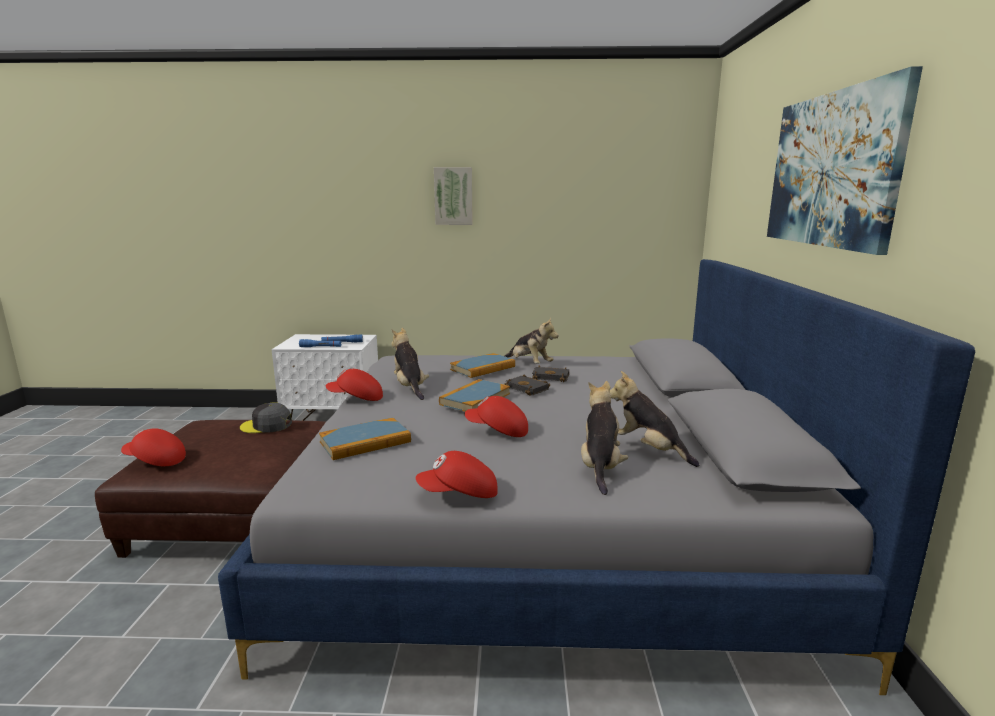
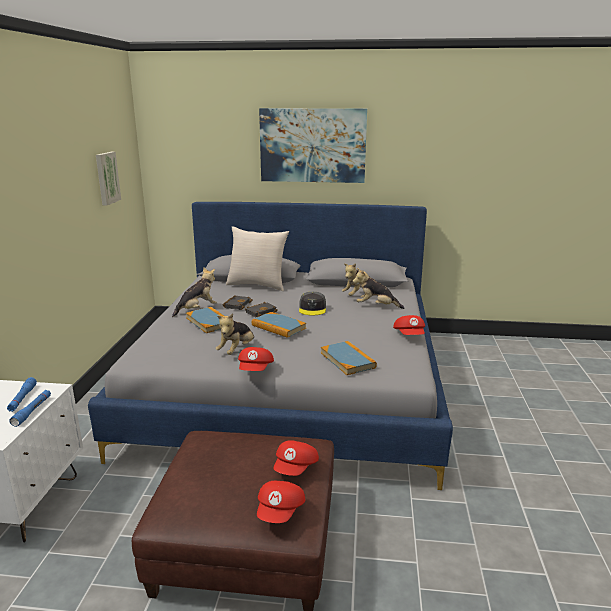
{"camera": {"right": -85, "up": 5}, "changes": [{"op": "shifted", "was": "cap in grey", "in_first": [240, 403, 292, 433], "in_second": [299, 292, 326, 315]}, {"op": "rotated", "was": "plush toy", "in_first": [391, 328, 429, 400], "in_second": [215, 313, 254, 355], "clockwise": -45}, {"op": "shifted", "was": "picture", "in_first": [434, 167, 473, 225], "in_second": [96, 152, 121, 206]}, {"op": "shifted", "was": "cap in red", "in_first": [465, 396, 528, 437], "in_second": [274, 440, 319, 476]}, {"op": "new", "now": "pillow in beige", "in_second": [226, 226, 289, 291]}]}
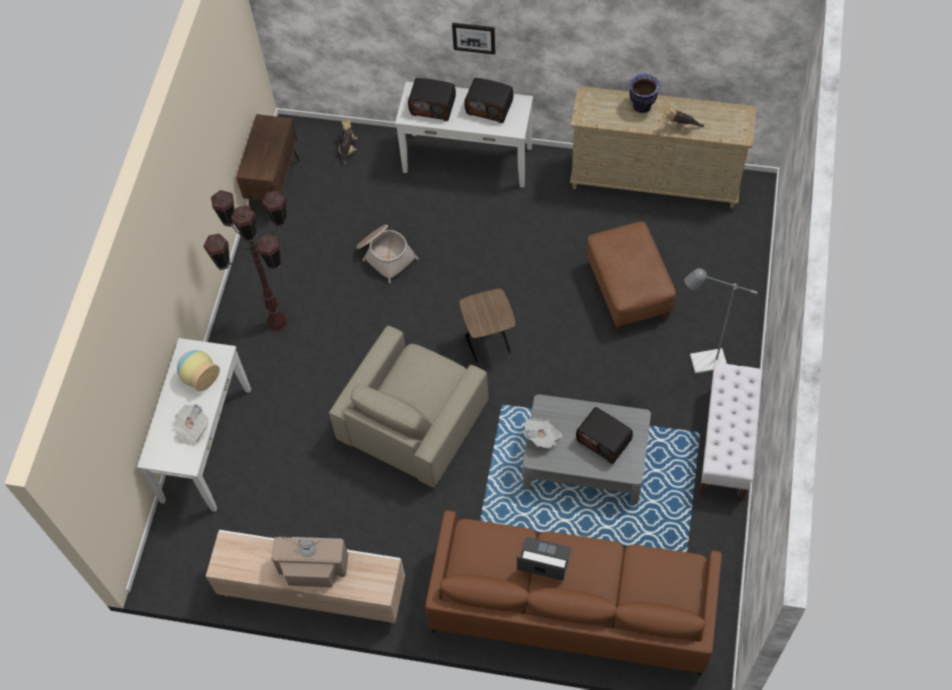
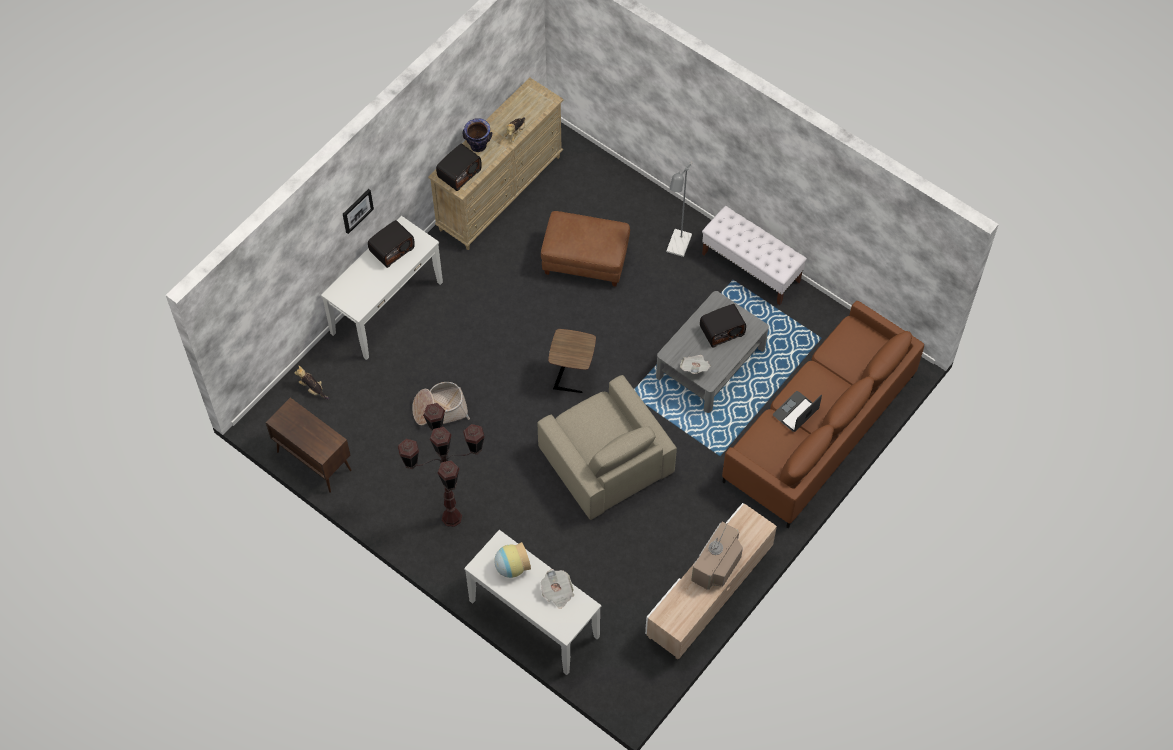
{"camera": {"right": -65, "up": 0}, "changes": [{"op": "shifted", "was": "radio", "in_first": [408, 78, 456, 121], "in_second": [436, 144, 481, 191]}]}
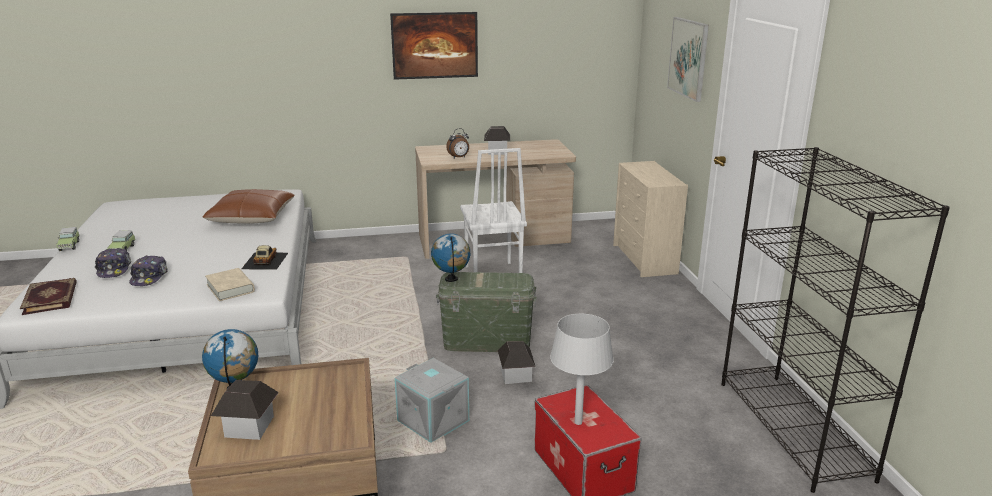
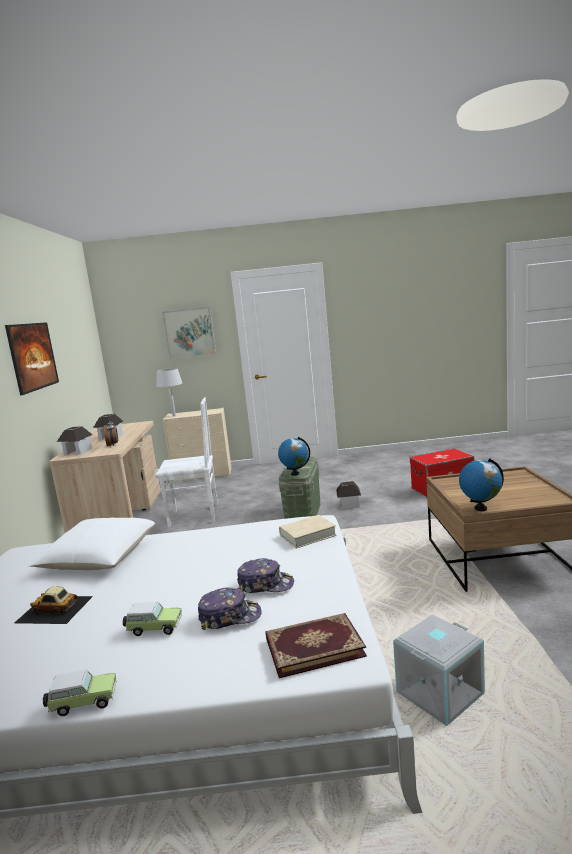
{"camera": {"right": -80, "up": -10}, "changes": [{"op": "repainted", "was": "pillow in brown", "now": "pillow in white", "in_first": [203, 189, 295, 224], "in_second": [28, 517, 155, 570]}, {"op": "shifted", "was": "toy house", "in_first": [211, 380, 279, 440], "in_second": [57, 426, 93, 455]}, {"op": "shifted", "was": "toy car", "in_first": [242, 245, 288, 270], "in_second": [15, 586, 93, 624]}, {"op": "shifted", "was": "storage box in grey", "in_first": [395, 358, 469, 443], "in_second": [393, 615, 485, 726]}, {"op": "shifted", "was": "table lamp in grey", "in_first": [550, 314, 614, 425], "in_second": [156, 368, 182, 416]}, {"op": "gone", "was": "bookcase in black", "in_first": [721, 147, 950, 493]}]}
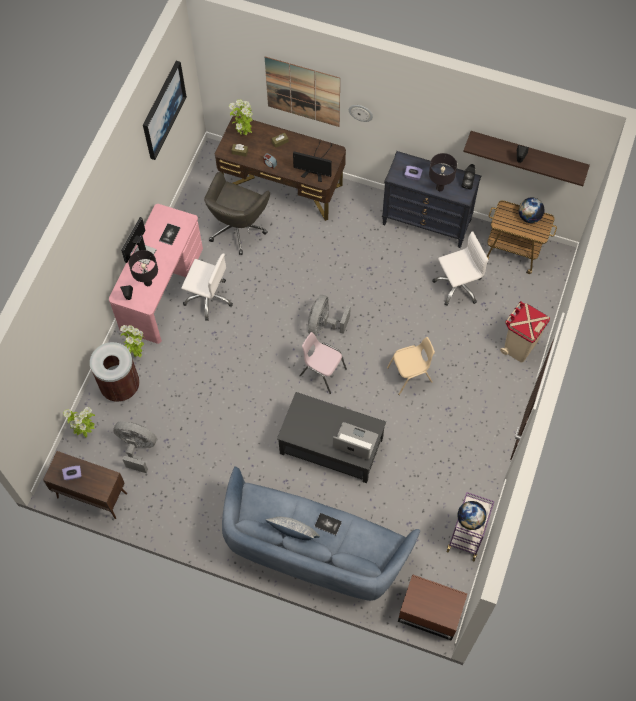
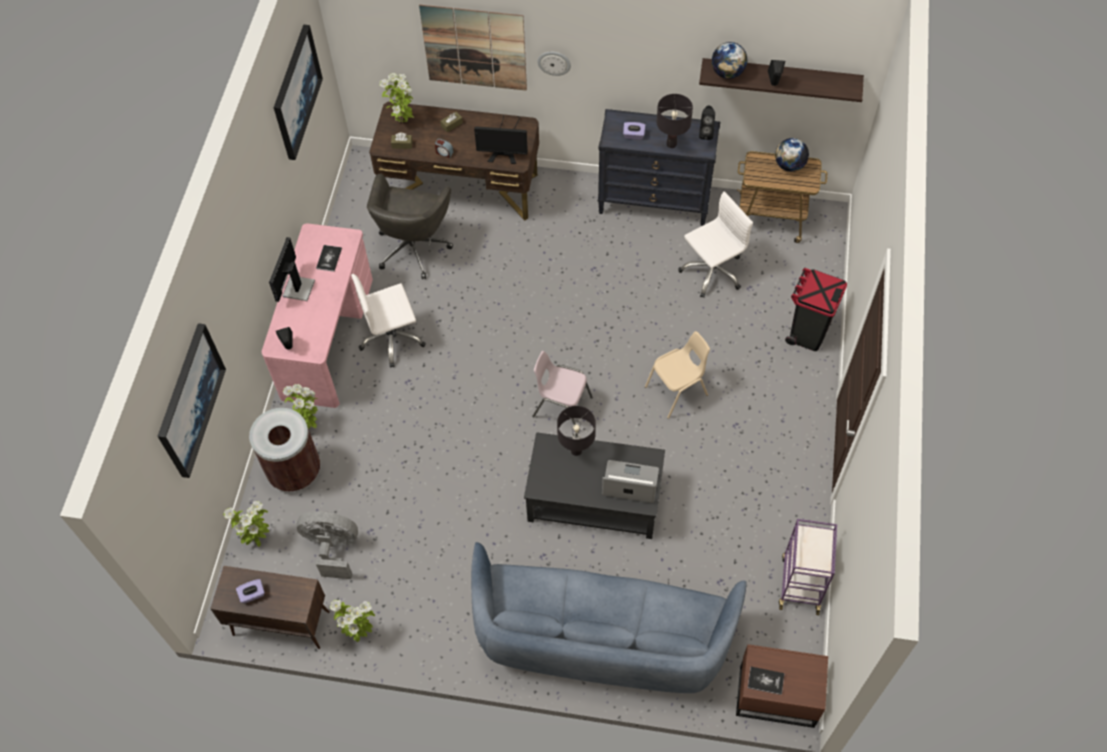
{"camera": {"right": -10, "up": -5}, "changes": [{"op": "shifted", "was": "table lamp in black", "in_first": [129, 250, 158, 286], "in_second": [557, 406, 596, 456]}, {"op": "rotated", "was": "office chair in white", "in_first": [181, 254, 233, 321], "in_second": [351, 274, 426, 367], "clockwise": 150}, {"op": "gone", "was": "pillow", "in_first": [265, 517, 320, 540]}, {"op": "gone", "was": "fan in grey", "in_first": [308, 295, 351, 336]}, {"op": "shifted", "was": "book", "in_first": [315, 513, 342, 535], "in_second": [748, 667, 784, 695]}, {"op": "shifted", "was": "globe", "in_first": [457, 501, 487, 530], "in_second": [712, 42, 748, 79]}, {"op": "repainted", "was": "trash can in beige", "now": "trash can in black", "in_first": [500, 301, 550, 363], "in_second": [785, 268, 847, 351]}, {"op": "new", "now": "picture", "in_second": [158, 323, 226, 478]}, {"op": "new", "now": "potted plant", "in_second": [330, 600, 375, 642]}]}
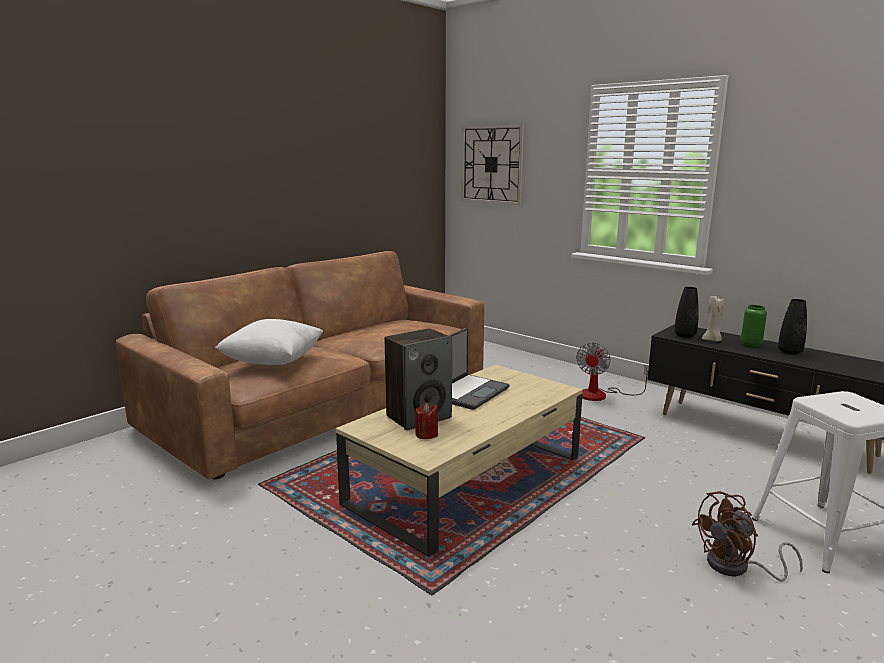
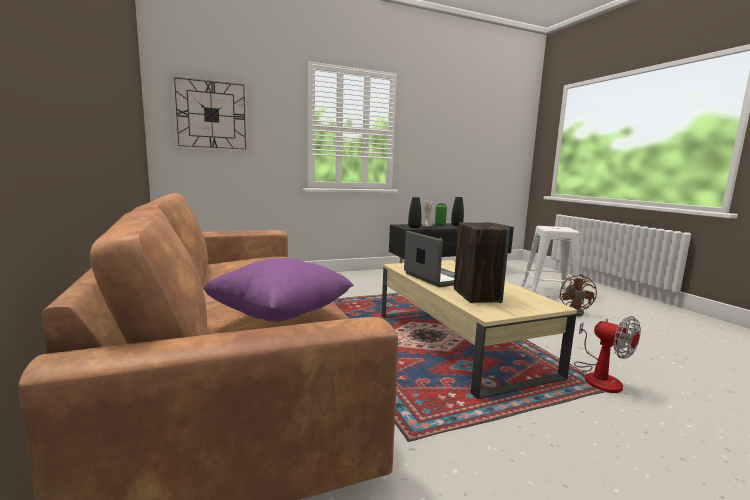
{"camera": {"right": -65, "up": -5}, "changes": [{"op": "repainted", "was": "pillow in white", "now": "pillow in purple", "in_first": [215, 319, 323, 365], "in_second": [203, 258, 354, 322]}, {"op": "gone", "was": "candle in red", "in_first": [415, 403, 438, 439]}, {"op": "shifted", "was": "fan", "in_first": [576, 343, 649, 401], "in_second": [574, 316, 641, 393]}]}
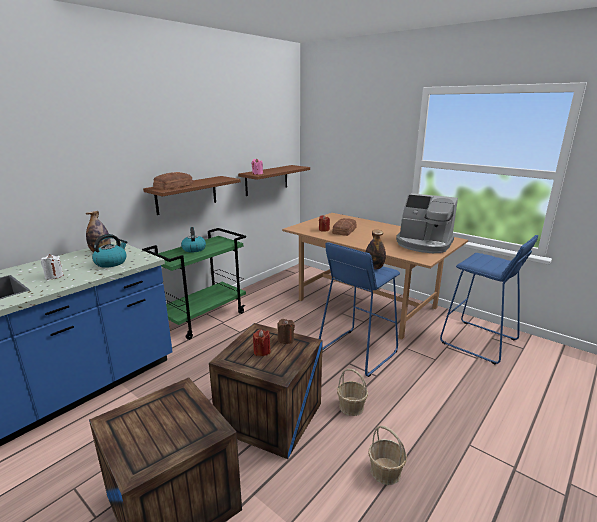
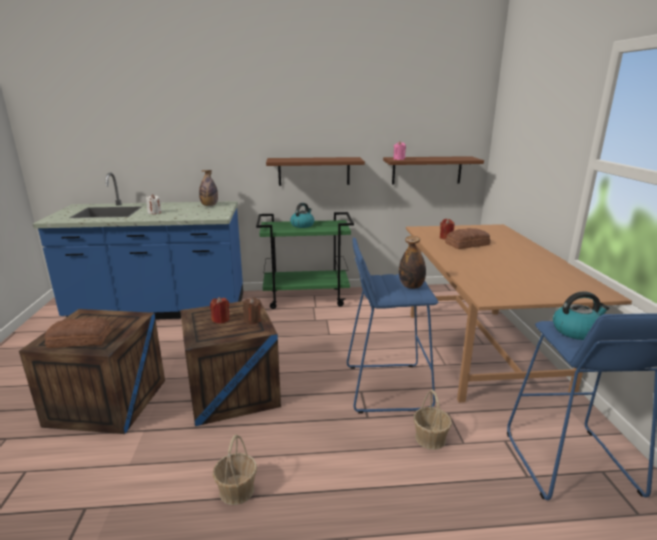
{"camera": {"right": 45, "up": 0}, "changes": [{"op": "shifted", "was": "kettle", "in_first": [92, 234, 127, 268], "in_second": [553, 291, 609, 340]}, {"op": "shifted", "was": "bread", "in_first": [153, 172, 193, 190], "in_second": [45, 318, 111, 348]}, {"op": "shifted", "was": "basket", "in_first": [337, 368, 368, 416], "in_second": [413, 390, 452, 450]}, {"op": "gone", "was": "coffee machine", "in_first": [396, 193, 458, 253]}]}
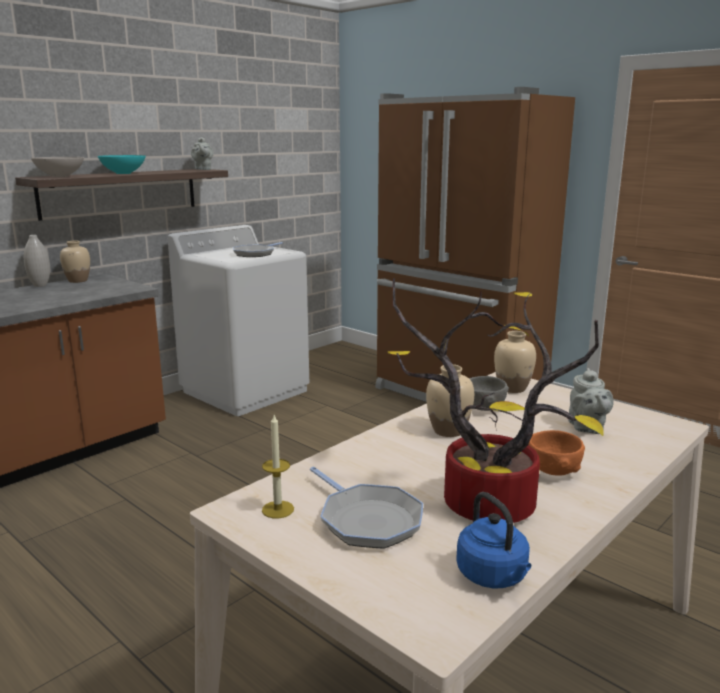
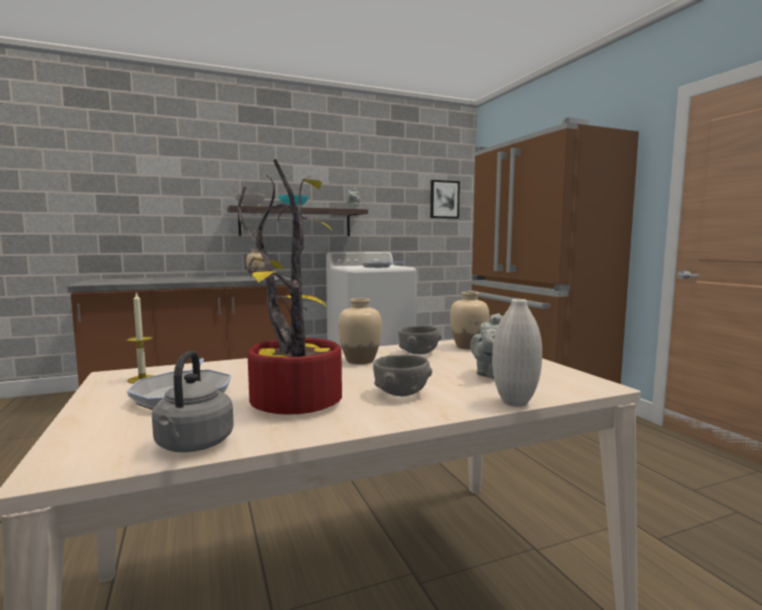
{"camera": {"right": 25, "up": -10}, "changes": [{"op": "shifted", "was": "vase in white", "in_first": [24, 235, 50, 287], "in_second": [492, 299, 542, 407]}, {"op": "repainted", "was": "kettle in blue", "now": "kettle in grey", "in_first": [456, 492, 531, 588], "in_second": [152, 351, 234, 452]}, {"op": "repainted", "was": "bowl in orange", "now": "bowl in grey", "in_first": [528, 430, 585, 476], "in_second": [373, 355, 432, 396]}, {"op": "new", "now": "picture", "in_second": [430, 180, 460, 219]}]}
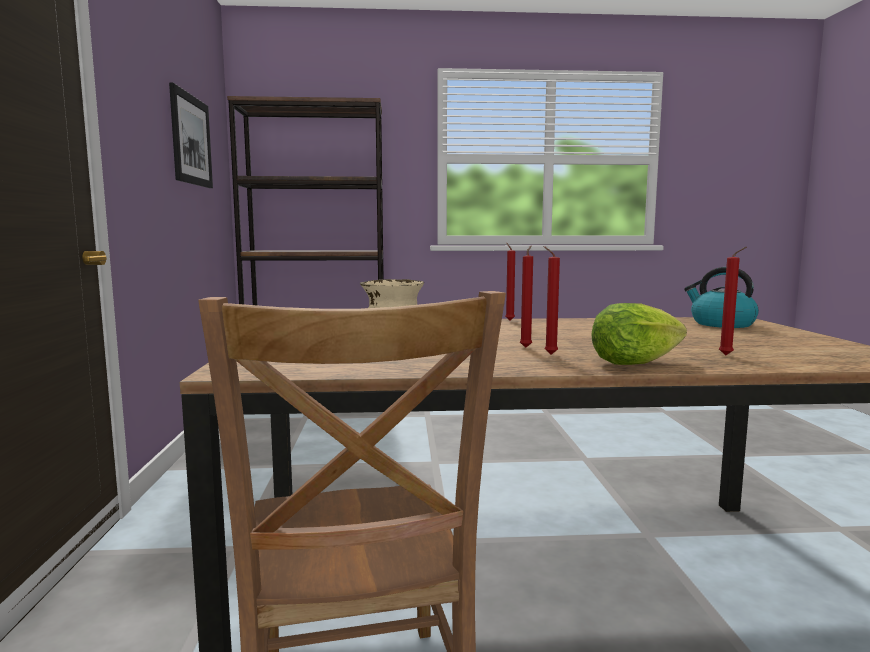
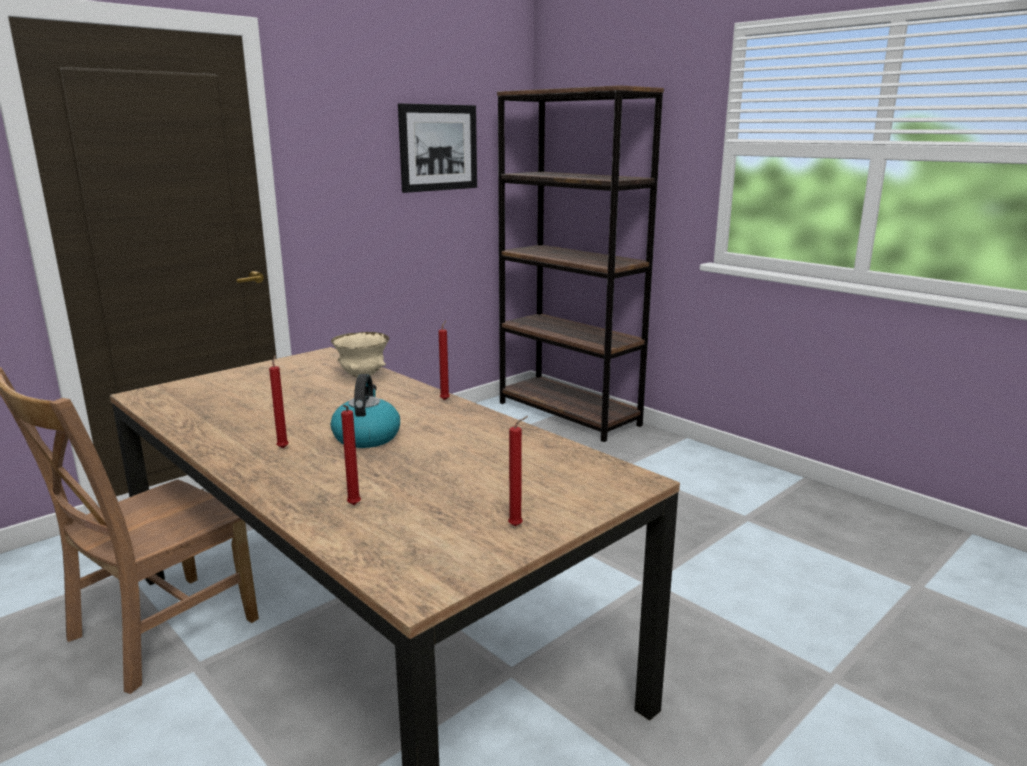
{"camera": {"right": 50, "up": 10}, "changes": [{"op": "shifted", "was": "candle in red", "in_first": [520, 246, 533, 348], "in_second": [508, 416, 528, 527]}, {"op": "gone", "was": "lettuce", "in_first": [591, 303, 687, 365]}, {"op": "shifted", "was": "kettle", "in_first": [684, 267, 759, 328], "in_second": [330, 374, 400, 448]}]}
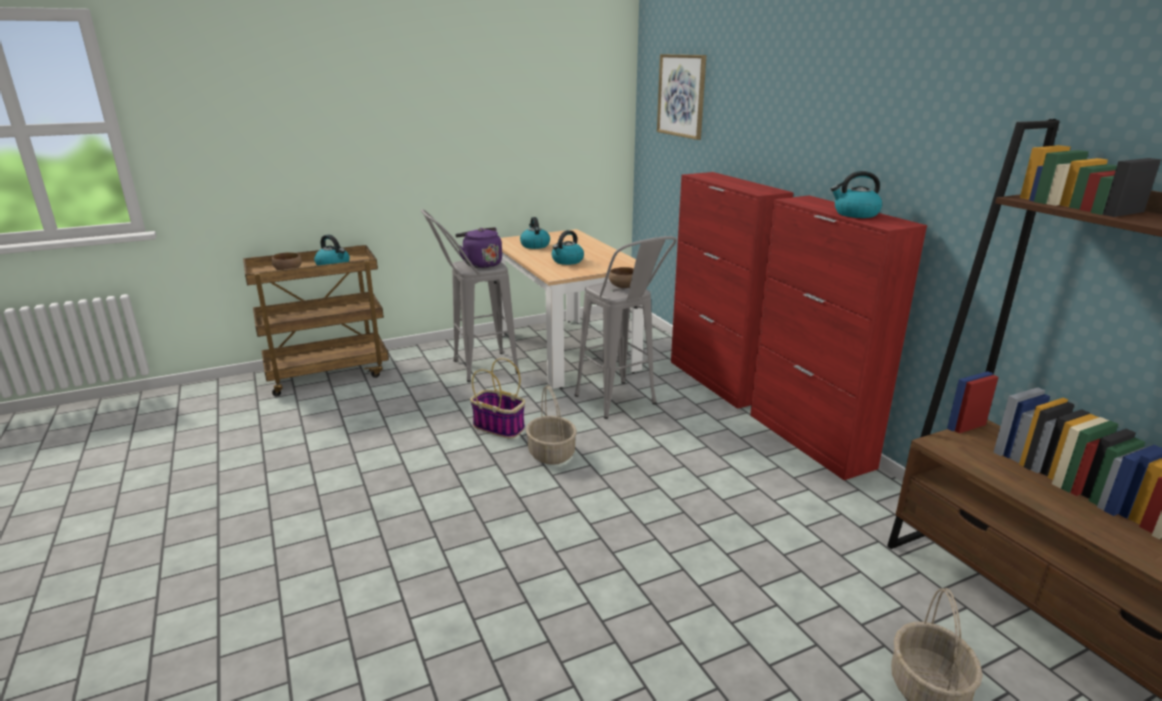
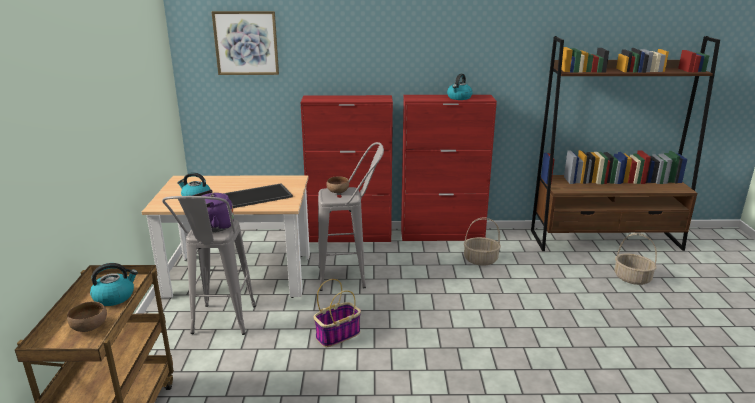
{"camera": {"right": -65, "up": 0}, "changes": [{"op": "shifted", "was": "basket", "in_first": [526, 385, 577, 465], "in_second": [464, 217, 501, 265]}, {"op": "swapped", "was": "kettle", "now": "tray", "in_first": [552, 230, 584, 265], "in_second": [223, 183, 293, 208]}]}
